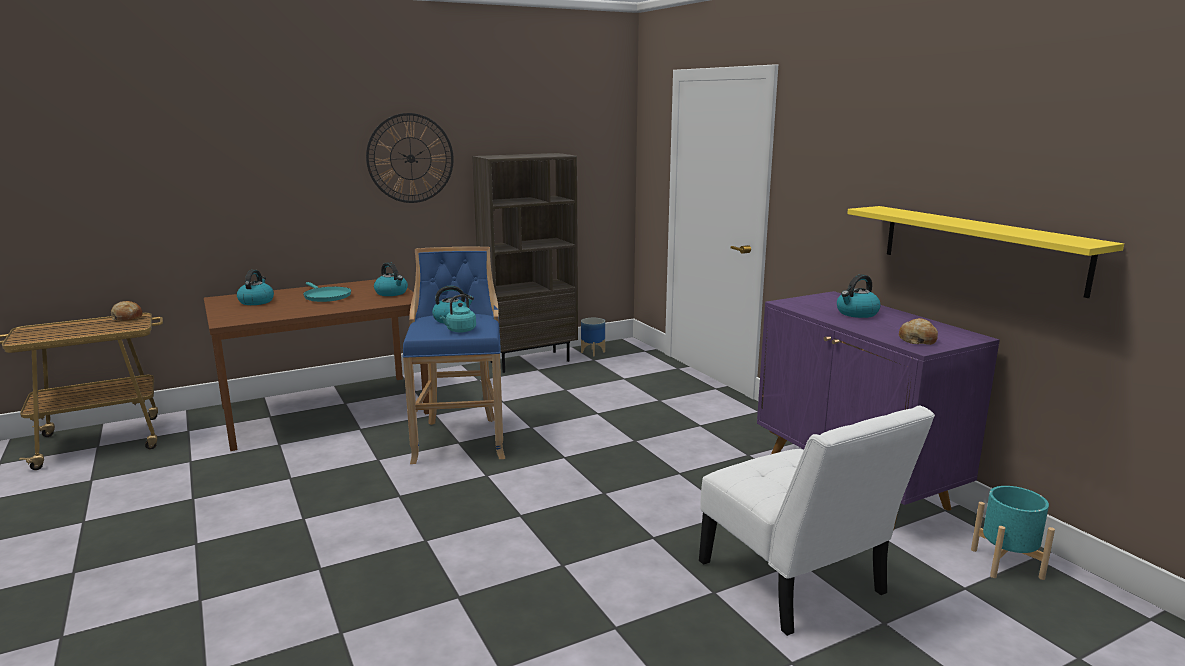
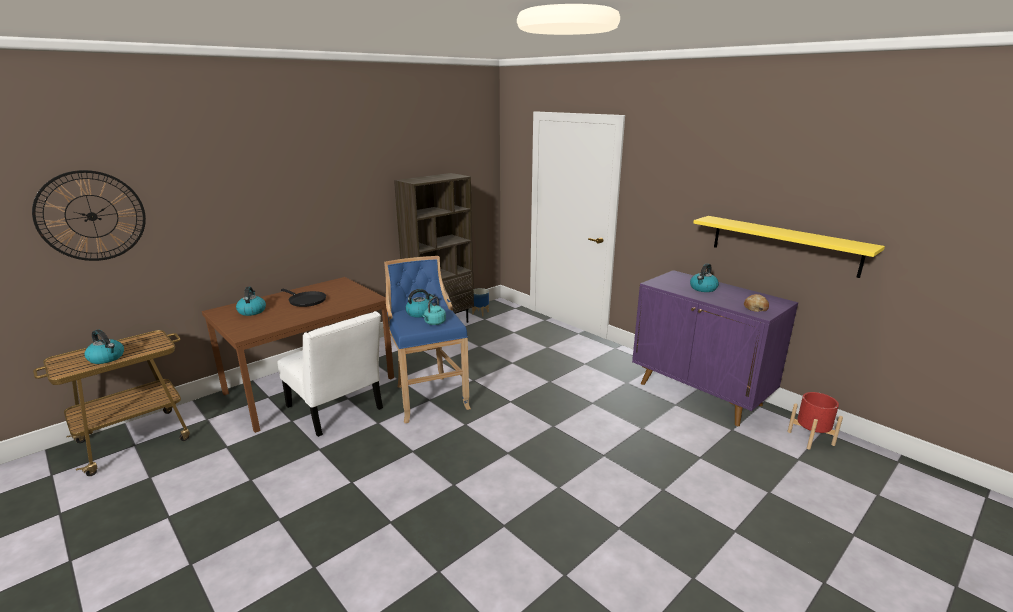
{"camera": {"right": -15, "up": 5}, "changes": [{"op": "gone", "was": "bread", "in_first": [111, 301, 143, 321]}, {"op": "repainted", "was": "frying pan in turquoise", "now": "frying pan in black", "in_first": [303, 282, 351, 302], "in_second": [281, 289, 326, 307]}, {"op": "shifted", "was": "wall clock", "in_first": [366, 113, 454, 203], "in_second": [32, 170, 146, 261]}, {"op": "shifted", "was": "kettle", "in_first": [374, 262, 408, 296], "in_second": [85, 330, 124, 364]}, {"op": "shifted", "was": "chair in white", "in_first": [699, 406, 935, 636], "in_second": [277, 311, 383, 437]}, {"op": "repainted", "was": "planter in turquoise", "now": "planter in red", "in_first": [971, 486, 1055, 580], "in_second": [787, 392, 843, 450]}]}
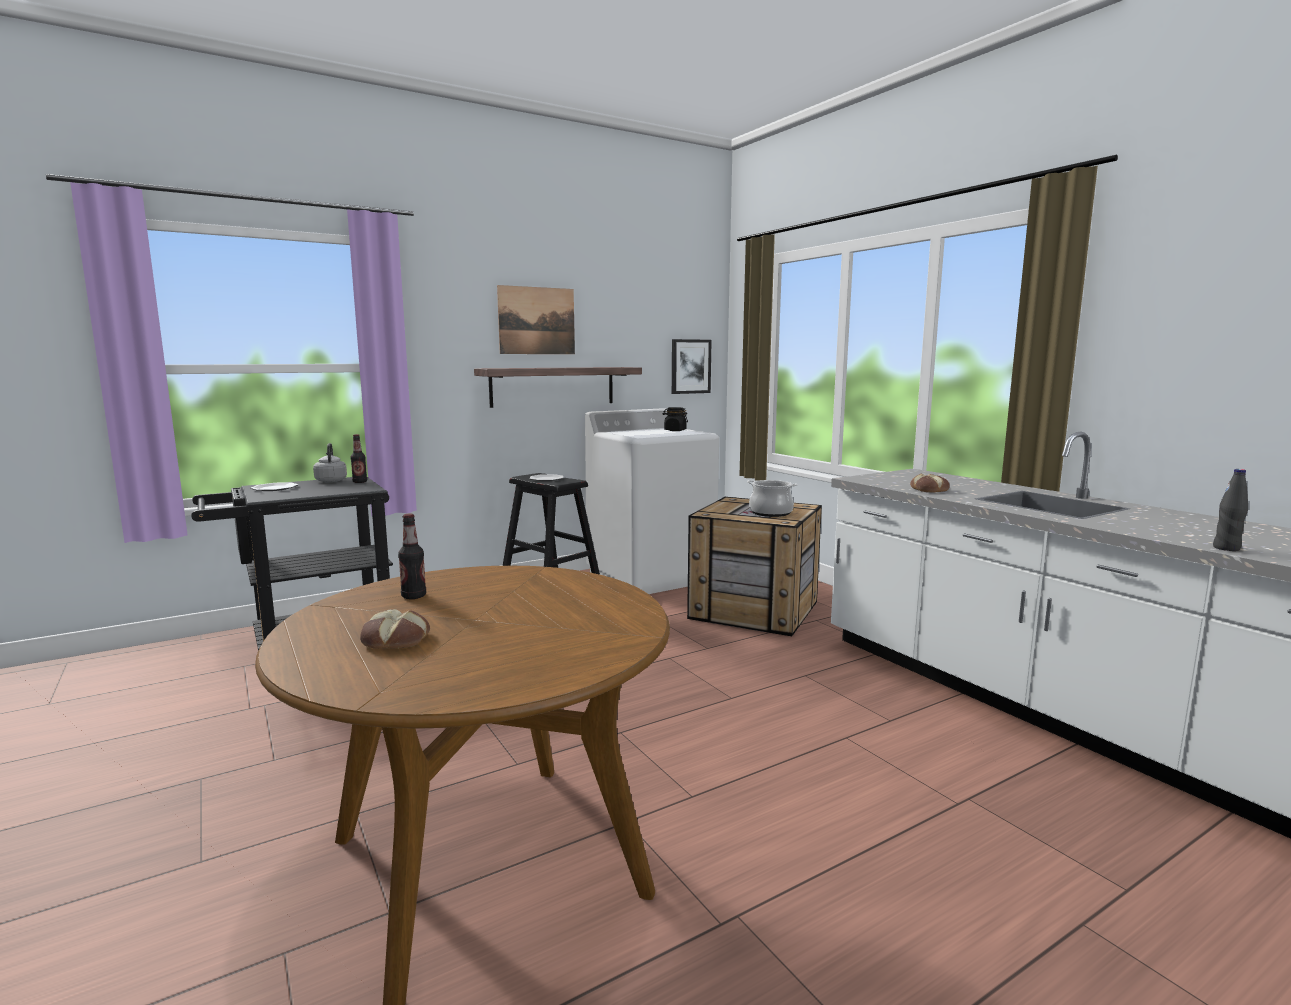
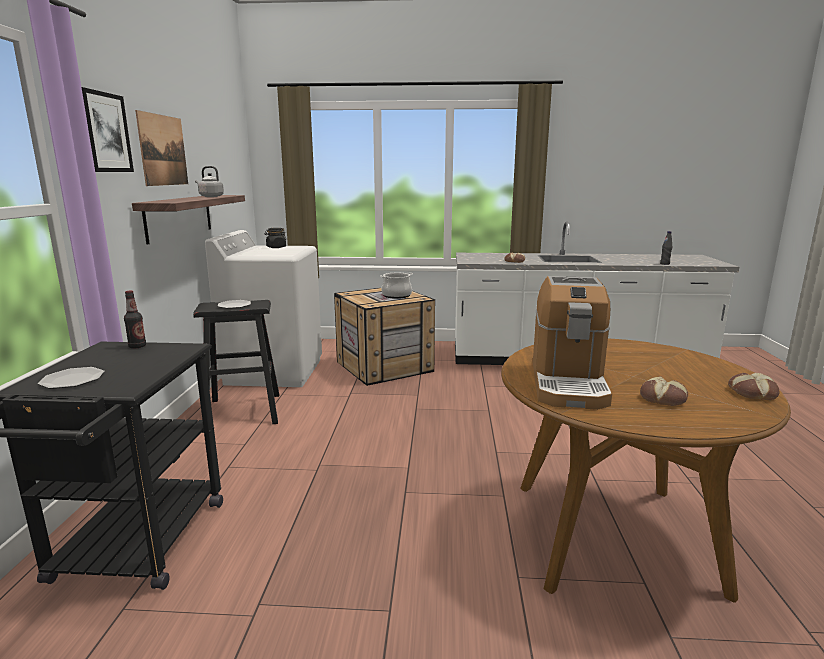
{"camera": {"right": -55, "up": 5}, "changes": [{"op": "shifted", "was": "kettle in grey", "in_first": [313, 443, 347, 482], "in_second": [195, 166, 224, 197]}, {"op": "swapped", "was": "bottle", "now": "coffee machine", "in_first": [398, 514, 426, 599], "in_second": [533, 276, 612, 410]}, {"op": "shifted", "was": "picture", "in_first": [672, 339, 712, 394], "in_second": [82, 87, 134, 172]}, {"op": "new", "now": "bread", "in_second": [728, 373, 780, 400]}]}
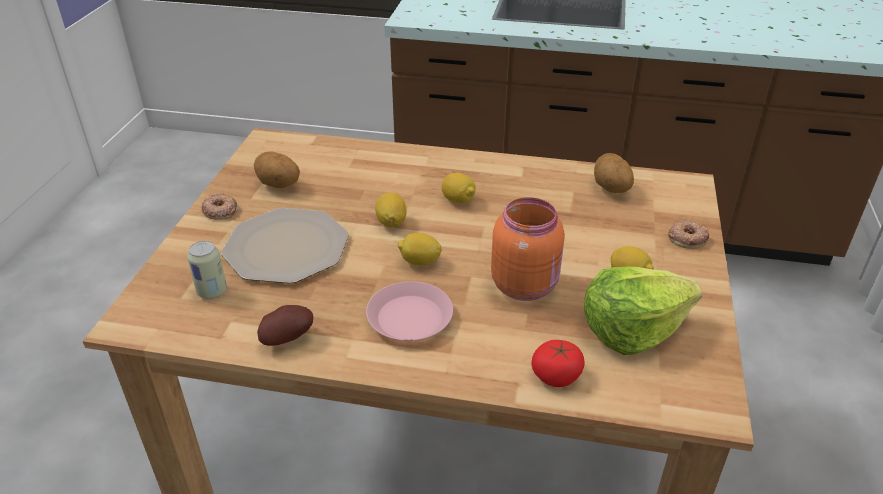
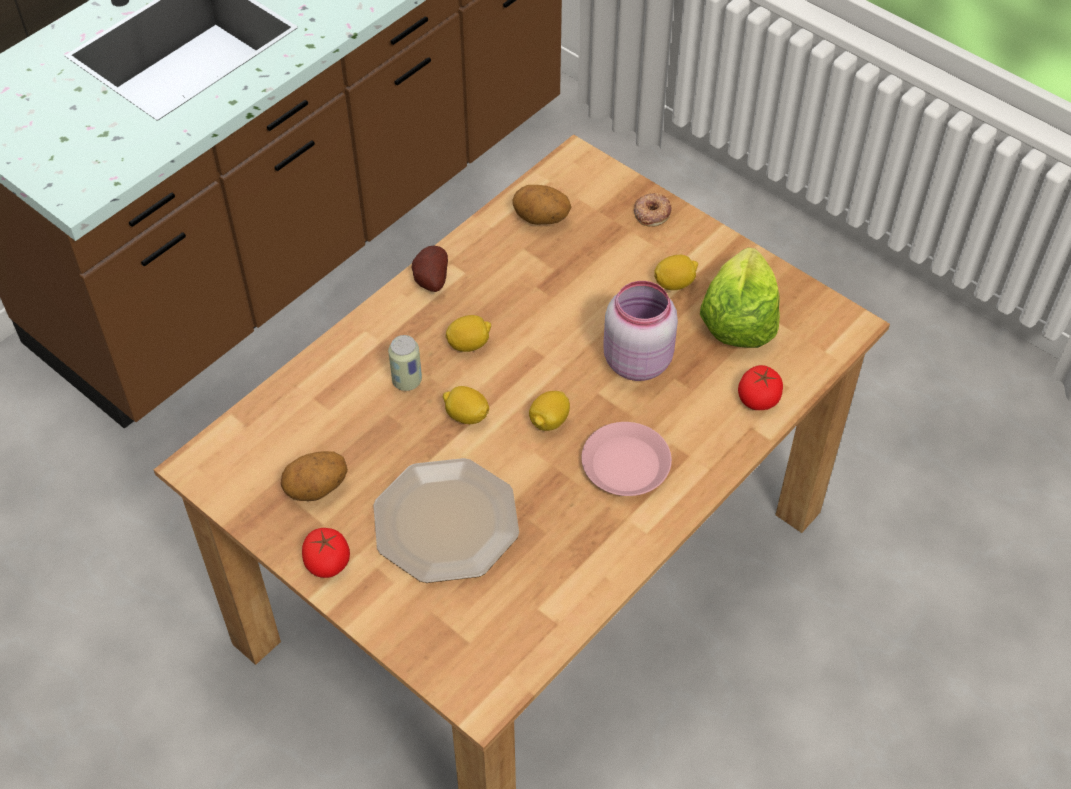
{"camera": {"right": -60, "up": 15}, "changes": [{"op": "shifted", "was": "can", "in_first": [187, 241, 227, 299], "in_second": [388, 335, 422, 391]}, {"op": "swapped", "was": "donut", "now": "tomato", "in_first": [202, 193, 238, 220], "in_second": [302, 528, 350, 578]}, {"op": "shifted", "was": "potato", "in_first": [257, 305, 313, 346], "in_second": [412, 246, 448, 292]}, {"op": "repainted", "was": "jar in orange", "now": "jar in pink", "in_first": [491, 197, 565, 301], "in_second": [603, 281, 678, 381]}]}
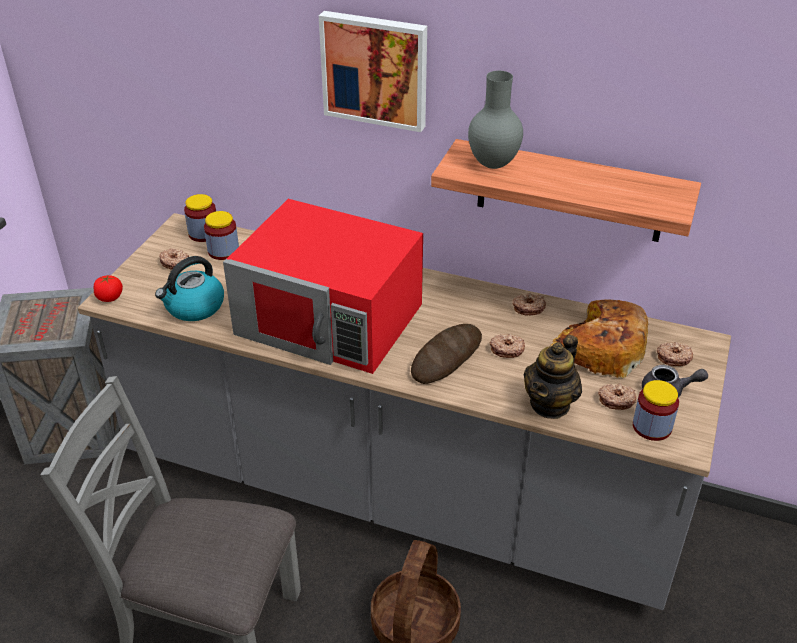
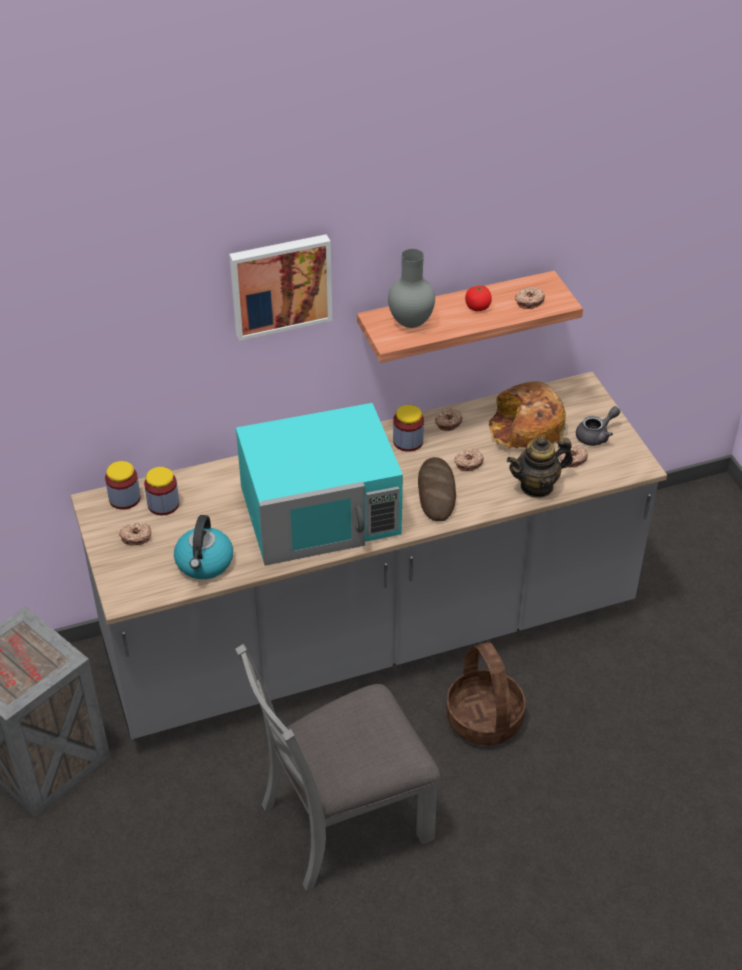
{"camera": {"right": -40, "up": 5}, "changes": [{"op": "shifted", "was": "tomato", "in_first": [94, 275, 123, 302], "in_second": [465, 286, 492, 311]}, {"op": "repainted", "was": "microwave in red", "now": "microwave in turquoise", "in_first": [223, 199, 423, 374], "in_second": [236, 403, 403, 566]}, {"op": "rotated", "was": "teapot", "in_first": [524, 335, 582, 419], "in_second": [507, 436, 573, 498], "clockwise": 75}, {"op": "shifted", "was": "jar", "in_first": [633, 380, 679, 441], "in_second": [393, 405, 424, 452]}, {"op": "shifted", "was": "donut", "in_first": [657, 342, 693, 366], "in_second": [515, 287, 545, 309]}]}
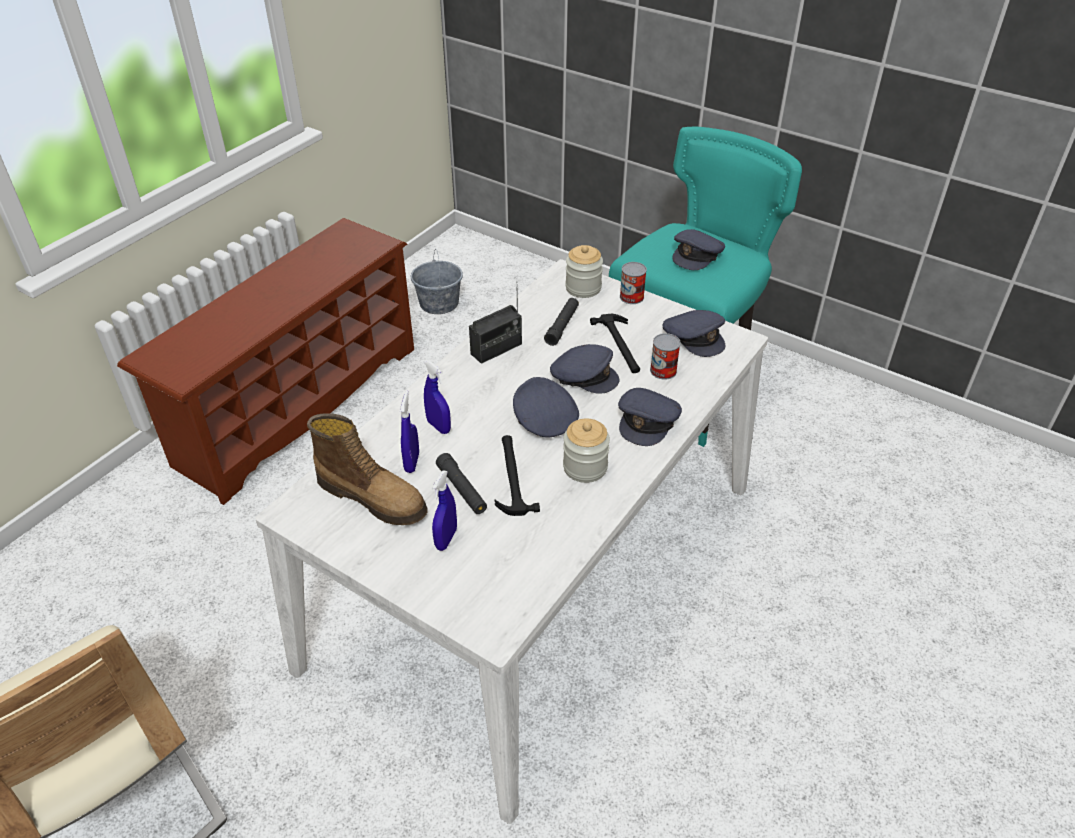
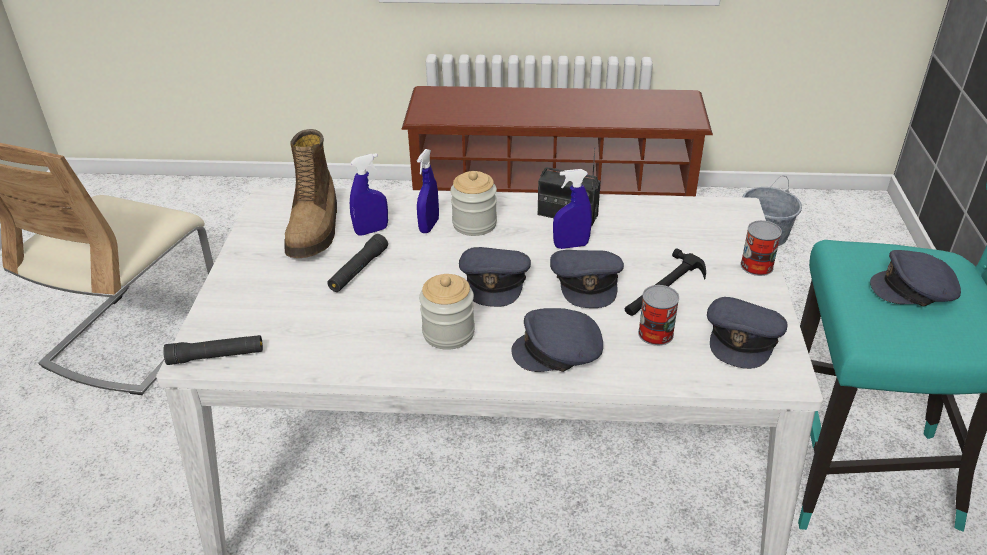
{"camera": {"right": 60, "up": -5}, "changes": [{"op": "shifted", "was": "spray bottle in blue", "in_first": [432, 470, 457, 551], "in_second": [553, 169, 592, 249]}, {"op": "gone", "was": "hammer", "in_first": [495, 435, 540, 516]}, {"op": "rotated", "was": "cap in grey", "in_first": [513, 377, 579, 438], "in_second": [459, 247, 531, 307], "clockwise": 150}, {"op": "shifted", "was": "flashlight in black", "in_first": [544, 298, 579, 346], "in_second": [163, 335, 263, 365]}, {"op": "shifted", "was": "jar", "in_first": [565, 245, 603, 298], "in_second": [450, 171, 497, 236]}]}
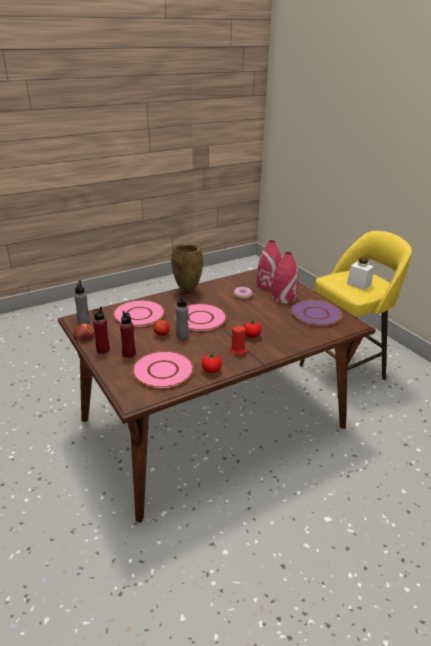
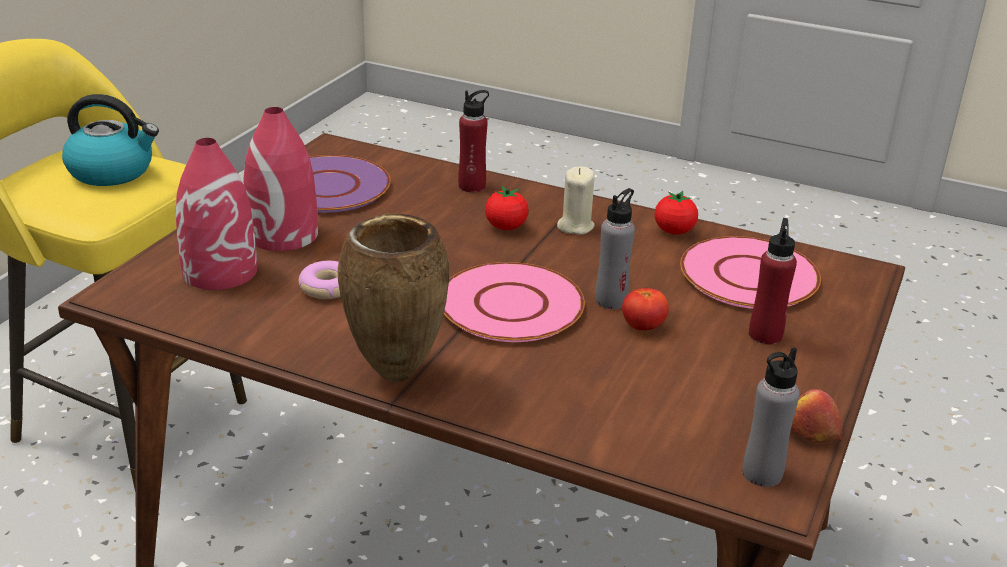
{"camera": {"right": -125, "up": 0}, "changes": [{"op": "shifted", "was": "bottle in red", "in_first": [93, 307, 110, 354], "in_second": [458, 90, 489, 192]}, {"op": "gone", "was": "plate in pink", "in_first": [113, 300, 165, 327]}, {"op": "repainted", "was": "candle in red", "now": "candle in beige", "in_first": [230, 326, 248, 355], "in_second": [557, 167, 595, 235]}, {"op": "swapped", "was": "jar in white", "now": "kettle", "in_first": [347, 257, 374, 290], "in_second": [62, 94, 159, 186]}]}
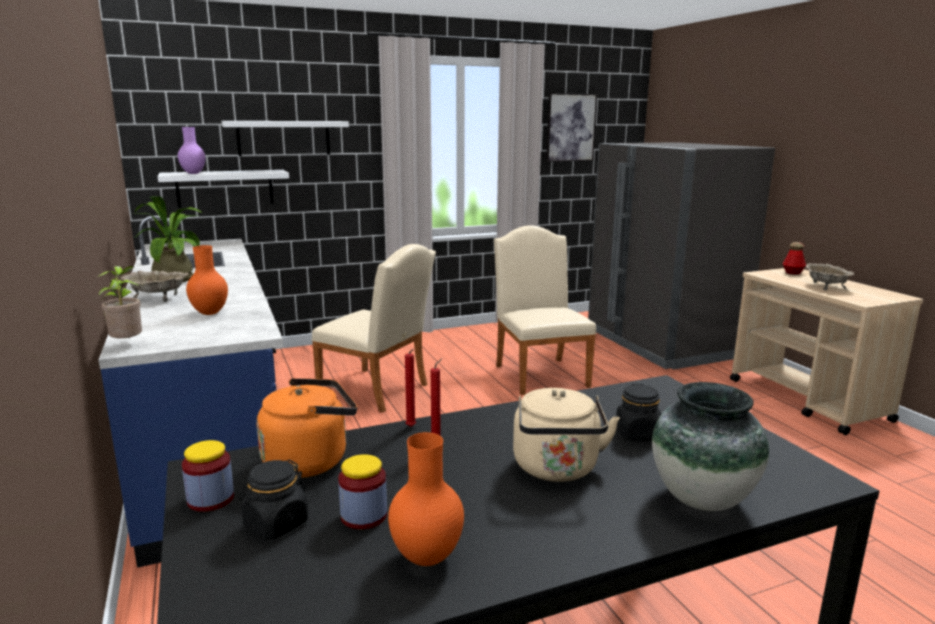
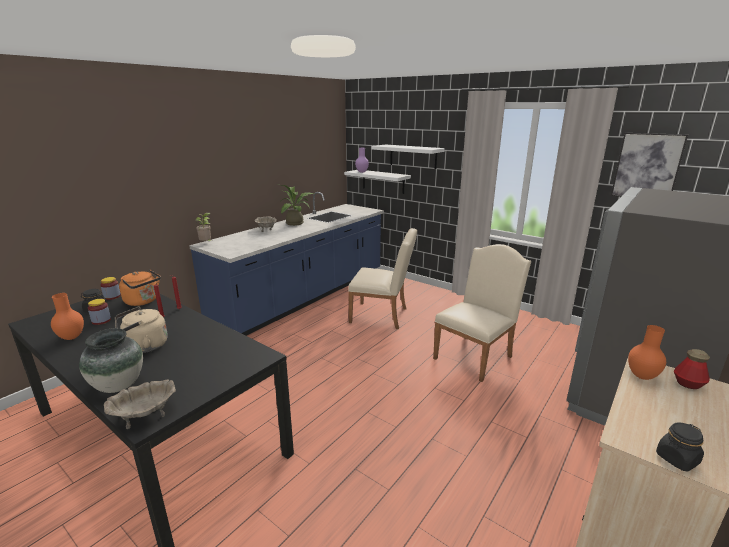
{"camera": {"right": 60, "up": 5}, "changes": [{"op": "shifted", "was": "vase in orange", "in_first": [186, 245, 228, 315], "in_second": [628, 325, 666, 380]}, {"op": "rotated", "was": "chair in beige", "in_first": [312, 244, 436, 412], "in_second": [348, 228, 417, 329], "clockwise": -75}, {"op": "shifted", "was": "jar in black", "in_first": [616, 384, 661, 441], "in_second": [656, 422, 704, 472]}, {"op": "shifted", "was": "bowl in beige", "in_first": [806, 263, 854, 290], "in_second": [104, 380, 176, 429]}]}
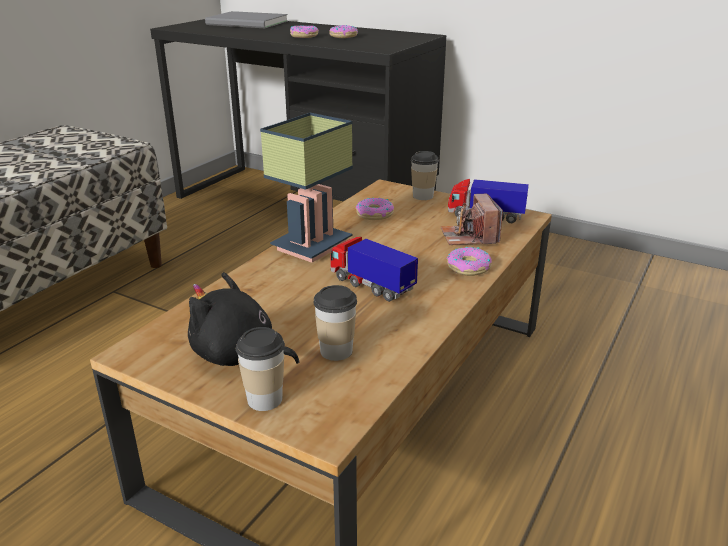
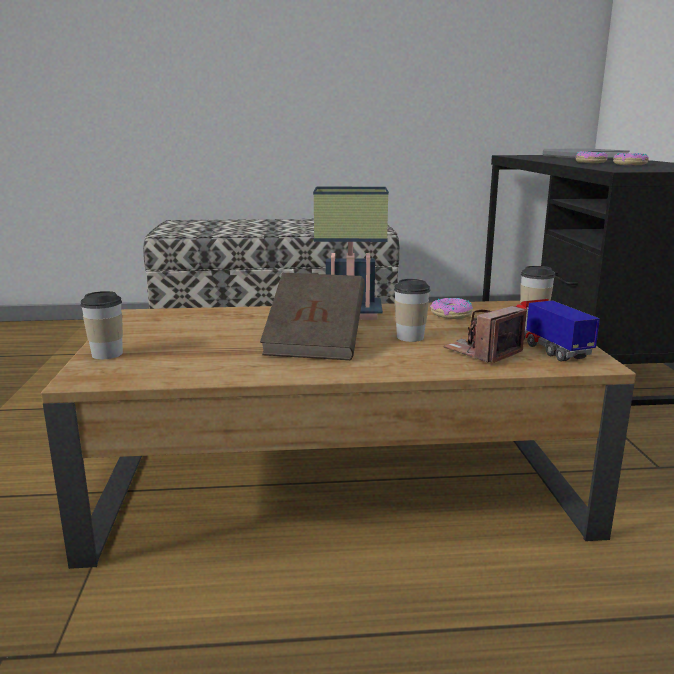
{"camera": {"right": 55, "up": -10}, "changes": [{"op": "gone", "was": "plush toy in black", "in_first": [188, 272, 300, 366]}, {"op": "shifted", "was": "cup", "in_first": [313, 285, 357, 361], "in_second": [394, 279, 430, 342]}, {"op": "swapped", "was": "toy truck", "now": "book in brown", "in_first": [330, 237, 418, 302], "in_second": [260, 273, 365, 360]}, {"op": "gone", "was": "donut", "in_first": [446, 247, 492, 276]}]}
